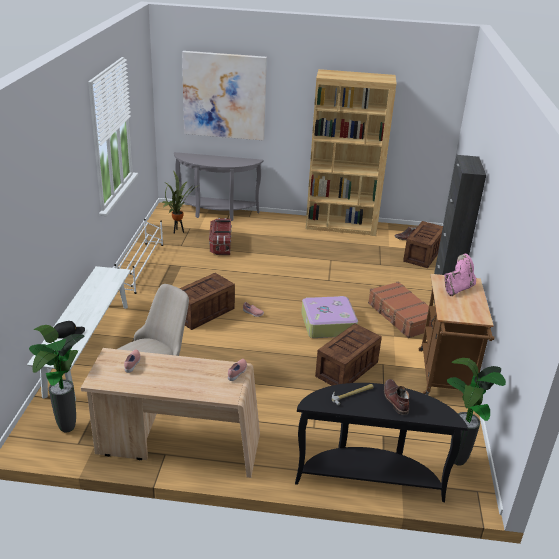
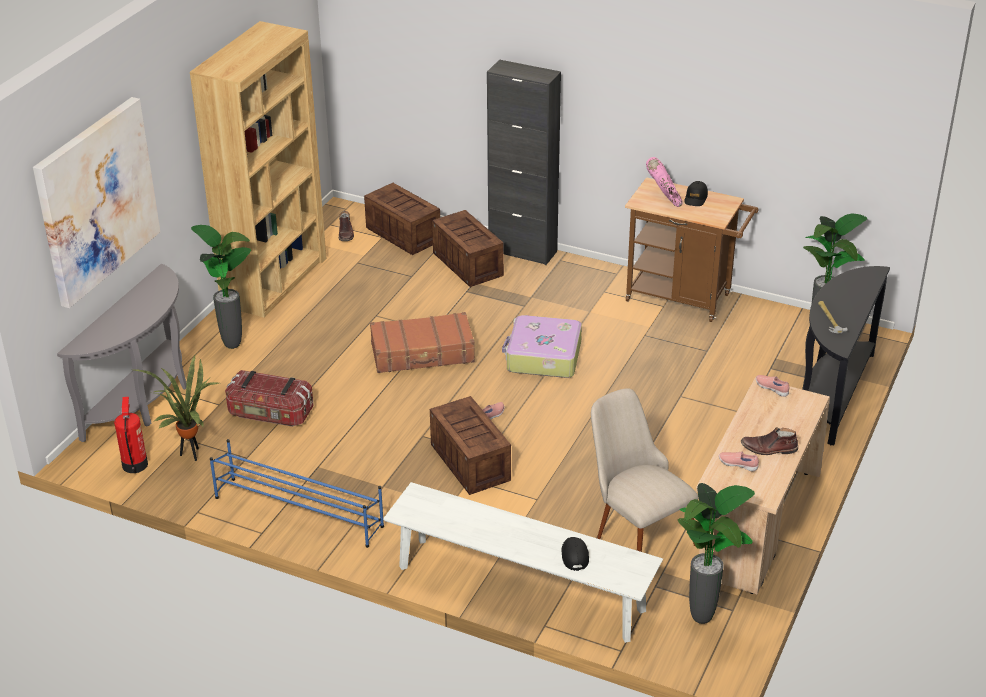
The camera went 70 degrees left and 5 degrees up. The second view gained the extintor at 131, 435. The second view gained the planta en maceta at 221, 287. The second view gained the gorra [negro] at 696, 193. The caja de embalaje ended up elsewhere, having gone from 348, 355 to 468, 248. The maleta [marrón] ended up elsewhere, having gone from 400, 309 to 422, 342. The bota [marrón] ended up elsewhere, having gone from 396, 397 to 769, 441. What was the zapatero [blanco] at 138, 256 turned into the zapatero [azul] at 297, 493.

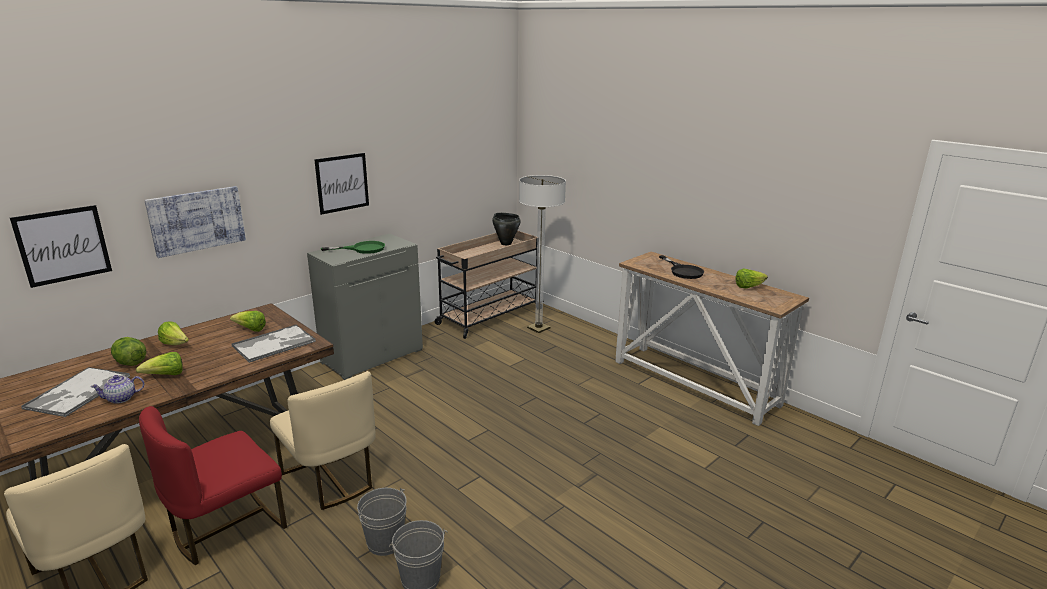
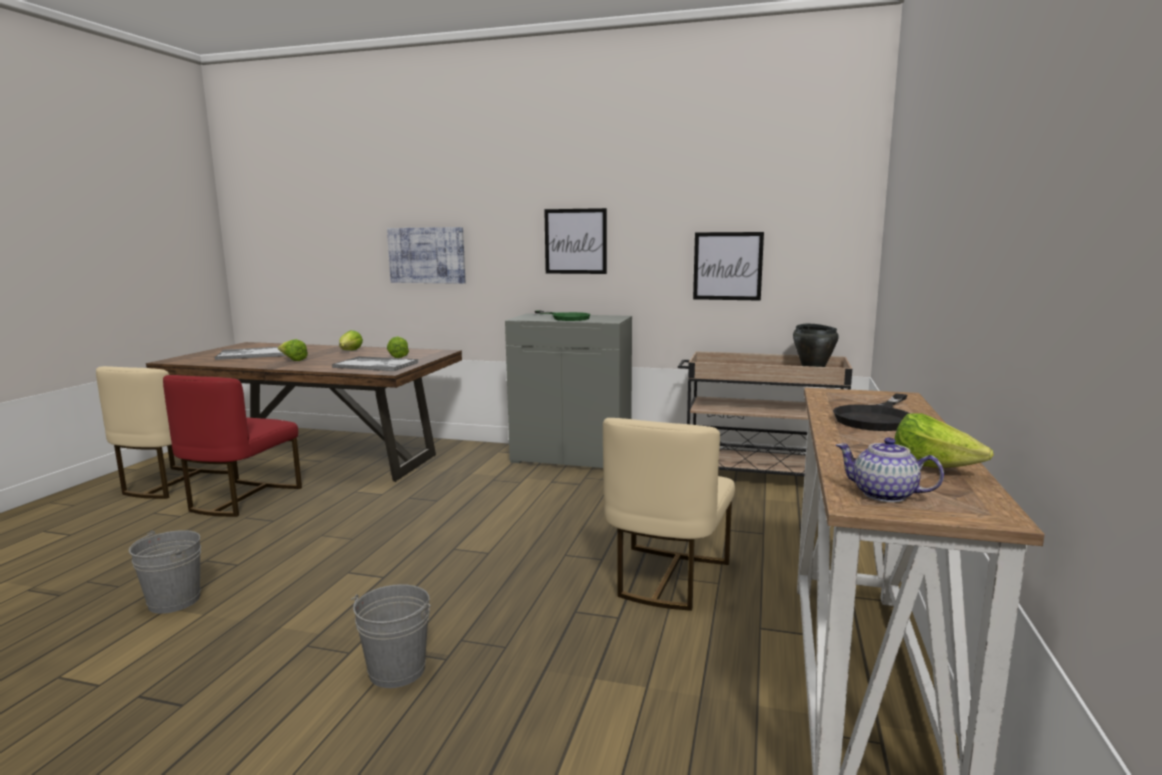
The camera went 60 degrees right and 10 degrees down. The second view lost the lechuga at 128, 351. The second view lost the lámpara de pie at 542, 254. The cuadro ended up elsewhere, having gone from 61, 246 to 728, 266. The tetera ended up elsewhere, having gone from 117, 389 to 890, 470. The silla [beis] ended up elsewhere, having gone from 323, 440 to 669, 514. The cubo [gris] ended up elsewhere, having gone from 382, 522 to 390, 636. The silla [rojo] at 213, 485 ended up facing another way, 90 degrees counterclockwise from before.

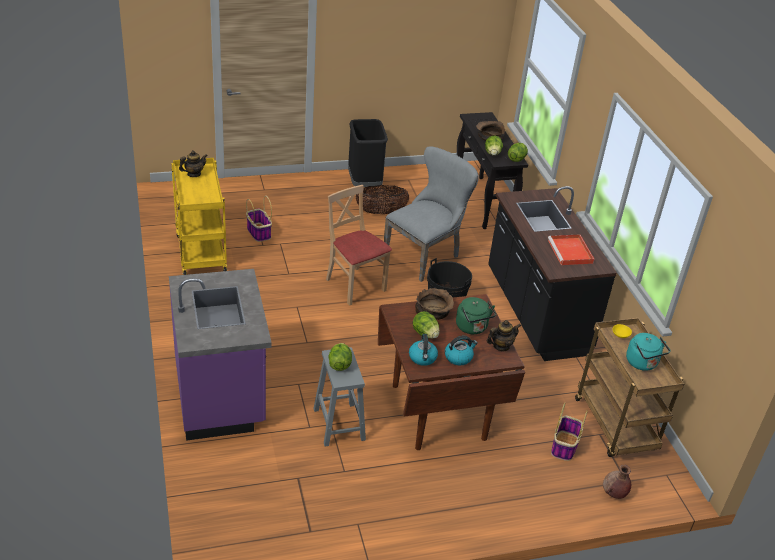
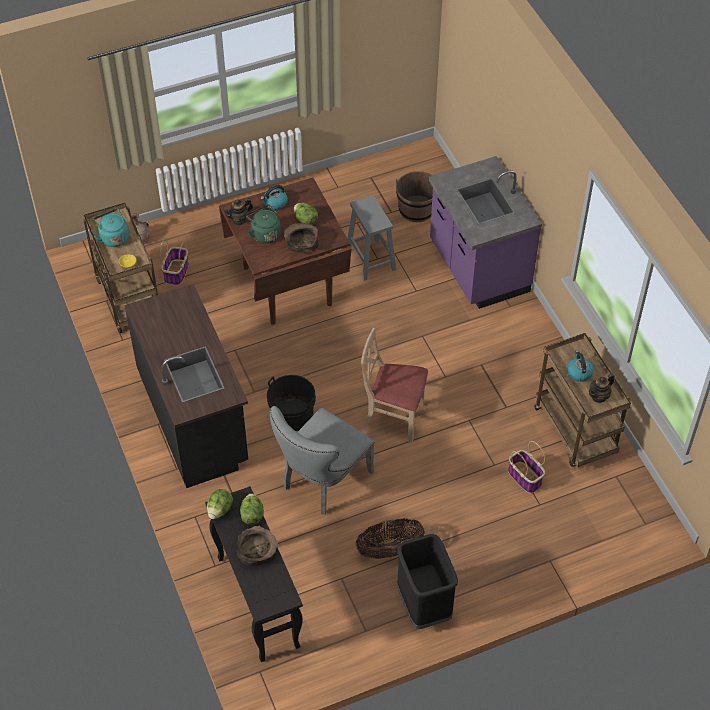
The camera went 175 degrees right and 15 degrees up. The second view lost the lechuga at 340, 357. The second view lost the bandeja [rojo] at 571, 249. The second view gained the cubo [marrón] at 414, 196. The hervidor ended up elsewhere, having gone from 423, 350 to 580, 366. What was the carrito [amarillo] at 199, 216 turned into the carrito [marrón] at 582, 400. The silla [beis] at 359, 245 ended up facing another way, 150 degrees clockwise from before.

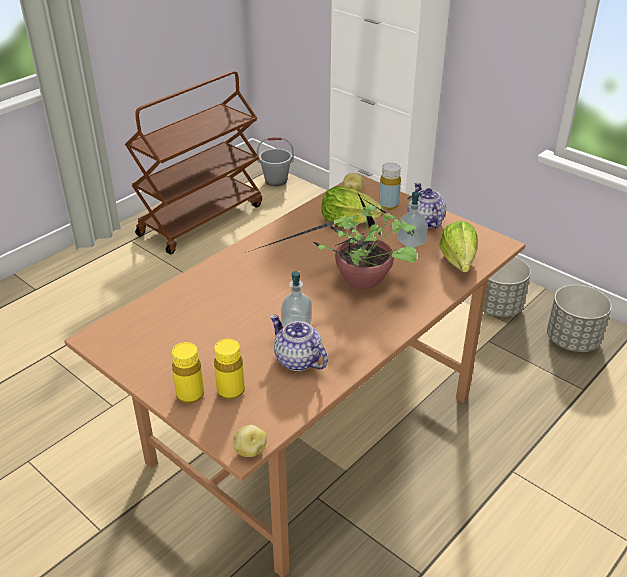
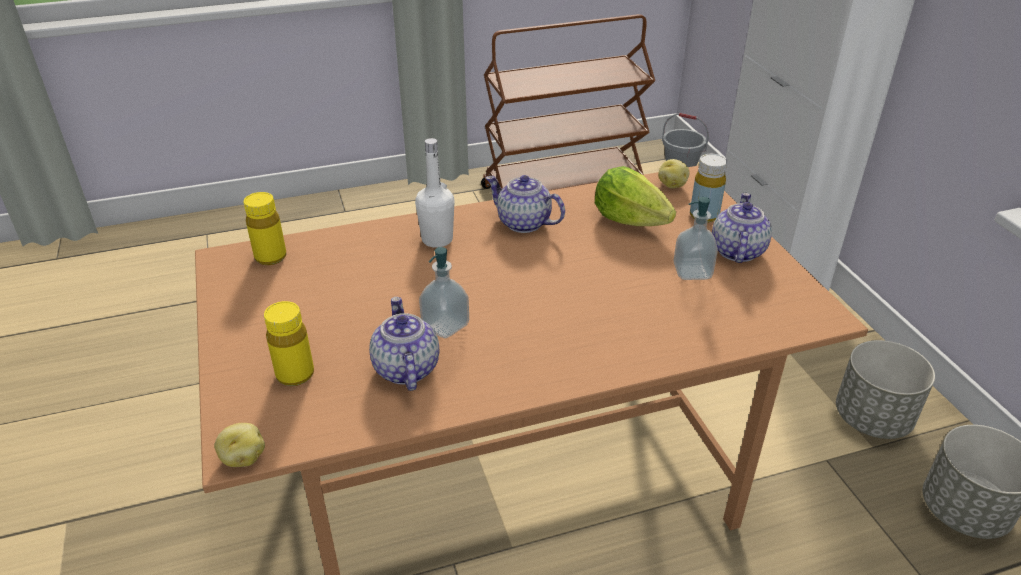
The camera went 30 degrees right and 0 degrees up. The second view lost the planta en maceta at 331, 241. The second view lost the lechuga at 459, 246. The second view gained the botella [blanco] at 435, 193. The second view gained the tetera at 525, 204. The botella [amarillo] ended up elsewhere, having gone from 188, 373 to 265, 228.

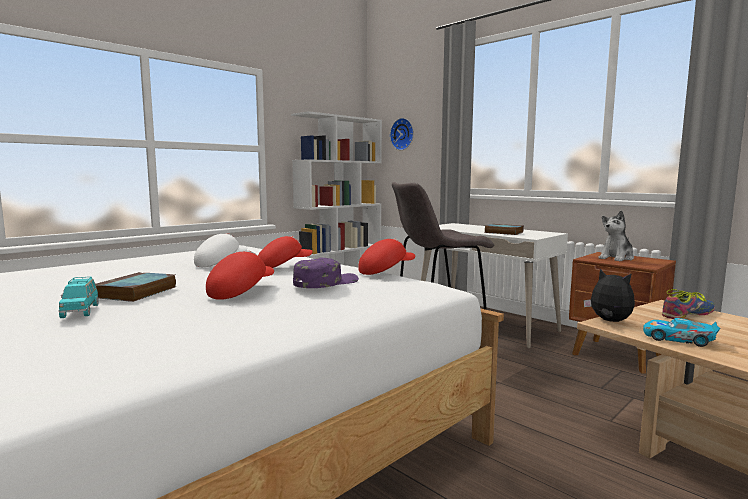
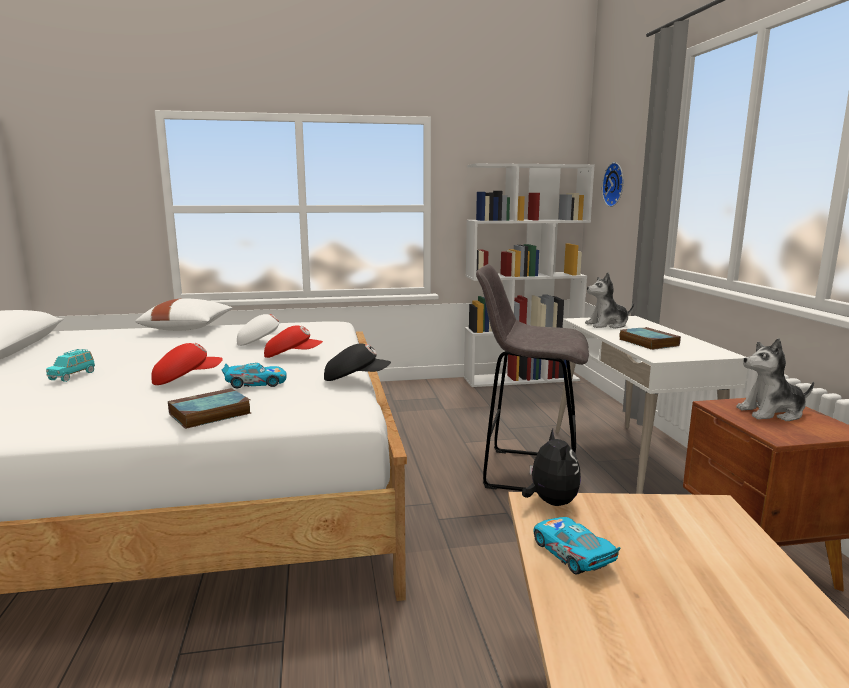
The camera went 35 degrees right and 5 degrees up. The second view lost the zapato at 688, 304. The second view gained the cojín [blanco] at 183, 314. The second view gained the peluche at 609, 301. The libro ended up elsewhere, having gone from 135, 287 to 209, 408. Where the gorra [morado] stood at 326, 273, the coche de juguete came to stand at 254, 375. What was the gorra [rojo] at 386, 256 turned into the gorra [negro] at 357, 362.

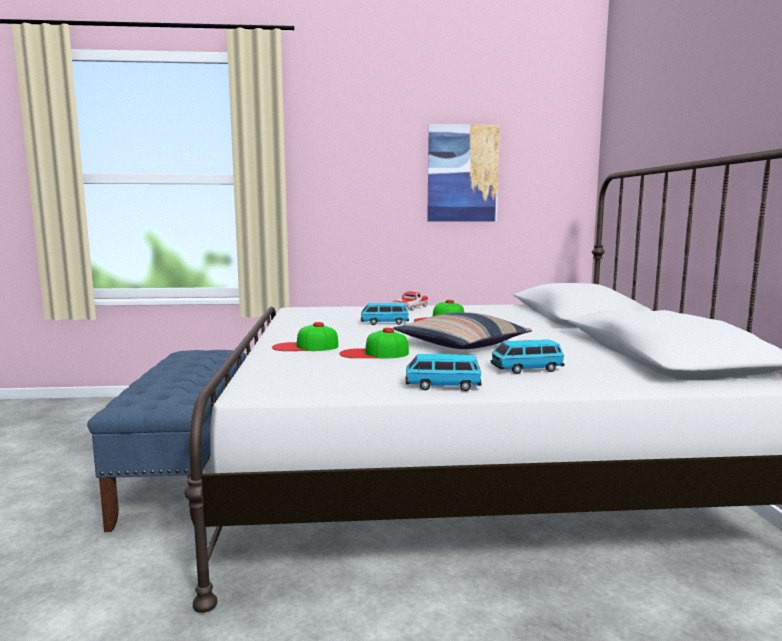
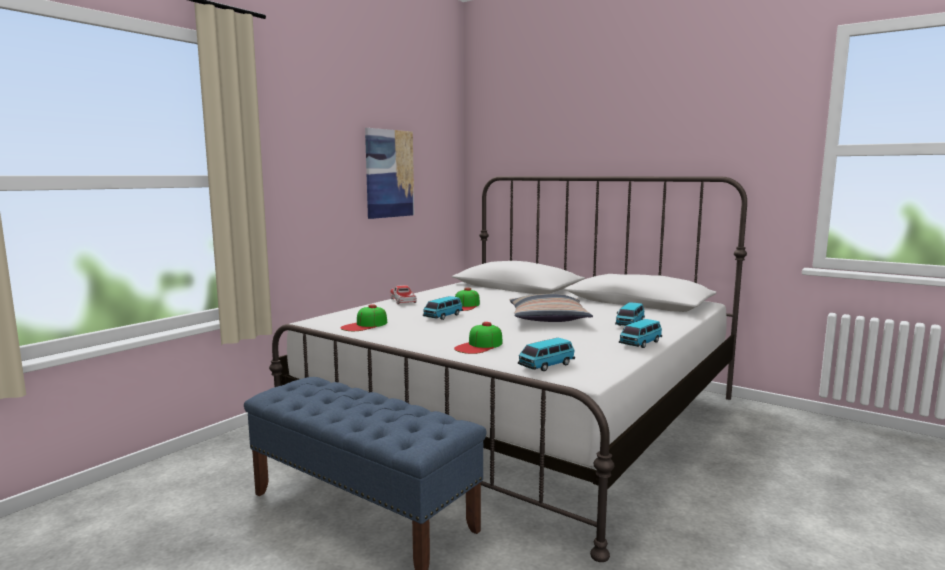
The camera went 50 degrees left and 0 degrees up. The second view gained the coche de juguete at 546, 354. The gorra ended up elsewhere, having gone from 374, 343 to 364, 317.

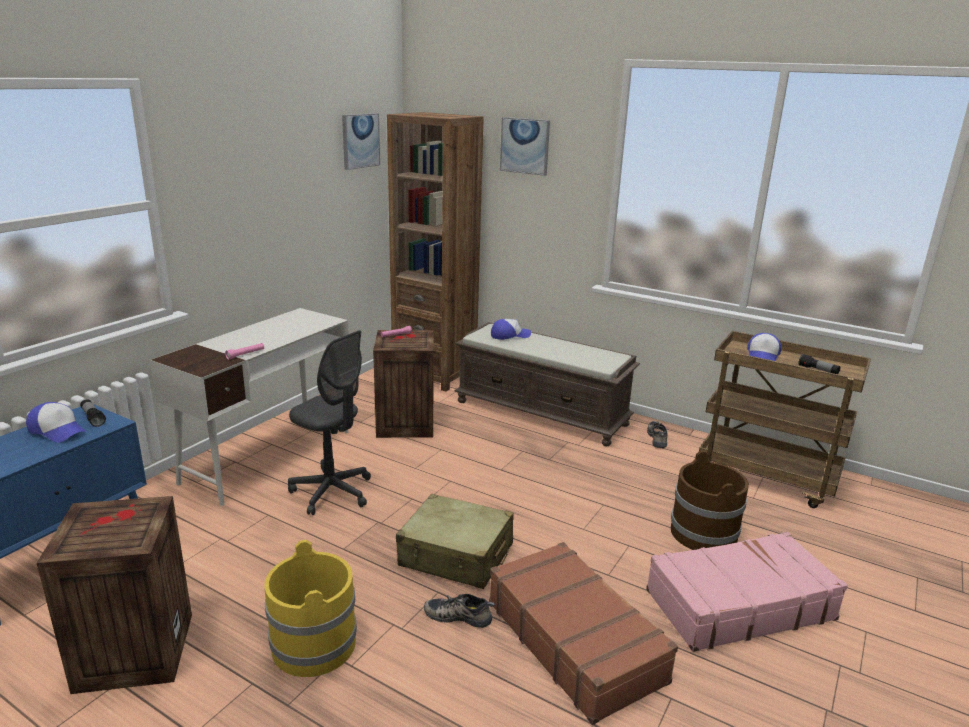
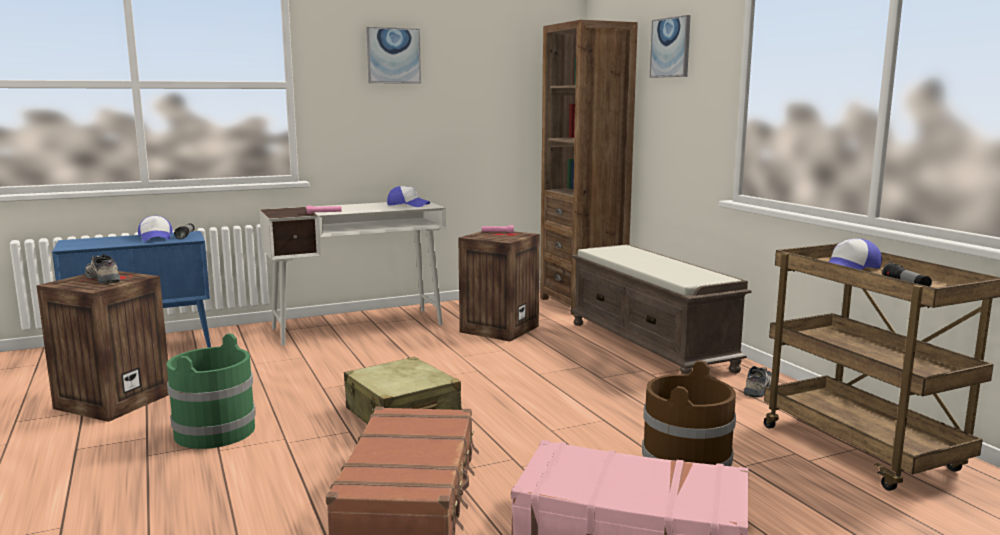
The camera went 35 degrees right and 10 degrees down. The second view lost the silla de oficina [gris] at 329, 422. The cuadro ended up elsewhere, having gone from 361, 141 to 393, 55. The zapato ended up elsewhere, having gone from 459, 611 to 102, 269. The gorra ended up elsewhere, having gone from 511, 329 to 408, 196. What was the cubo [amarillo] at 310, 608 turned into the cubo [verde] at 211, 391.

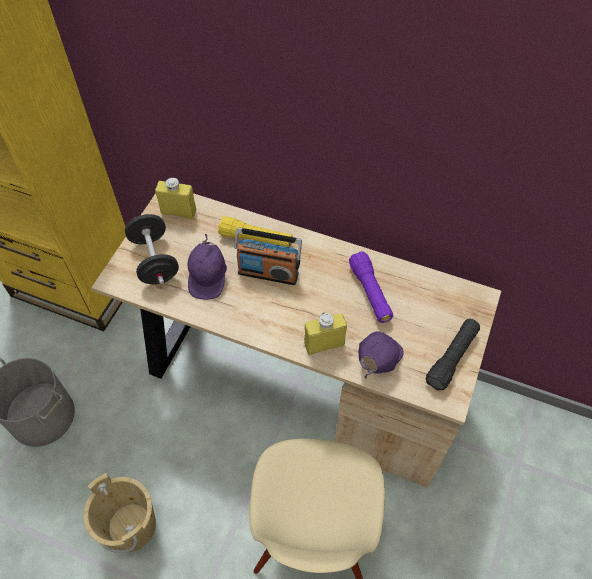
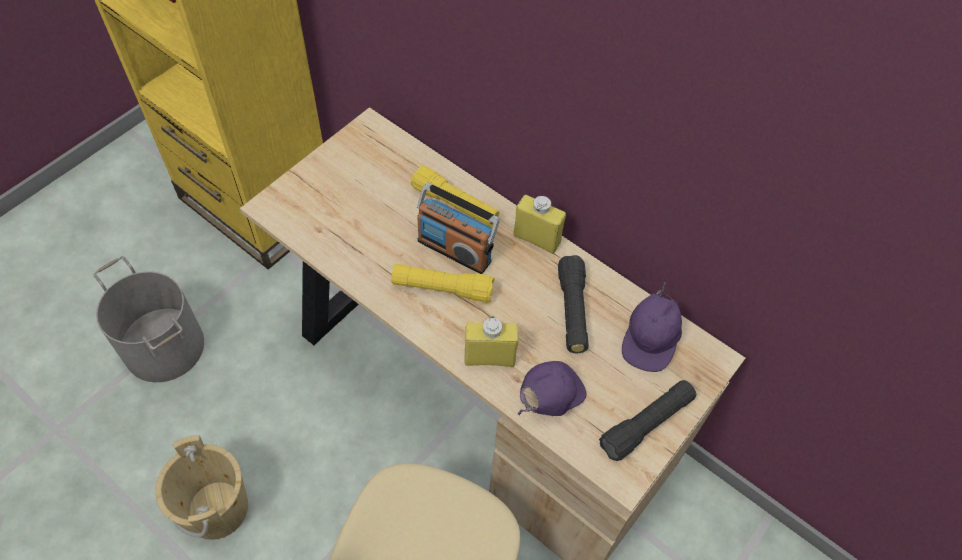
The camera went 15 degrees right and 0 degrees up. The second view lost the mancuerna [negro] at 152, 249. The second view gained the linterna [amarillo] at 443, 283. The botella [amarillo] ended up elsewhere, having gone from 175, 198 to 539, 224. The gorra [morado] ended up elsewhere, having gone from 207, 267 to 652, 327. What was the linterna [morado] at 371, 287 turned into the linterna [negro] at 573, 304.

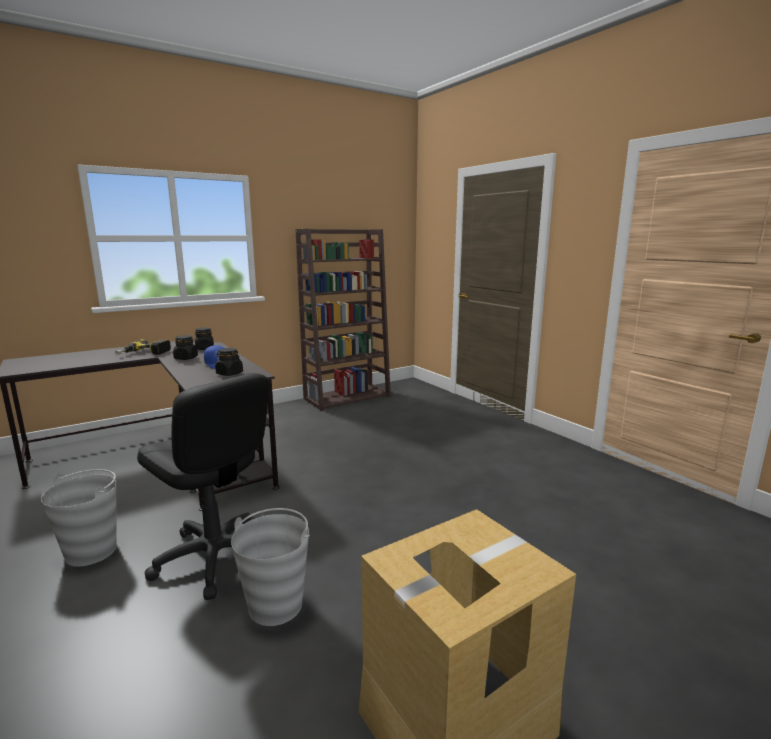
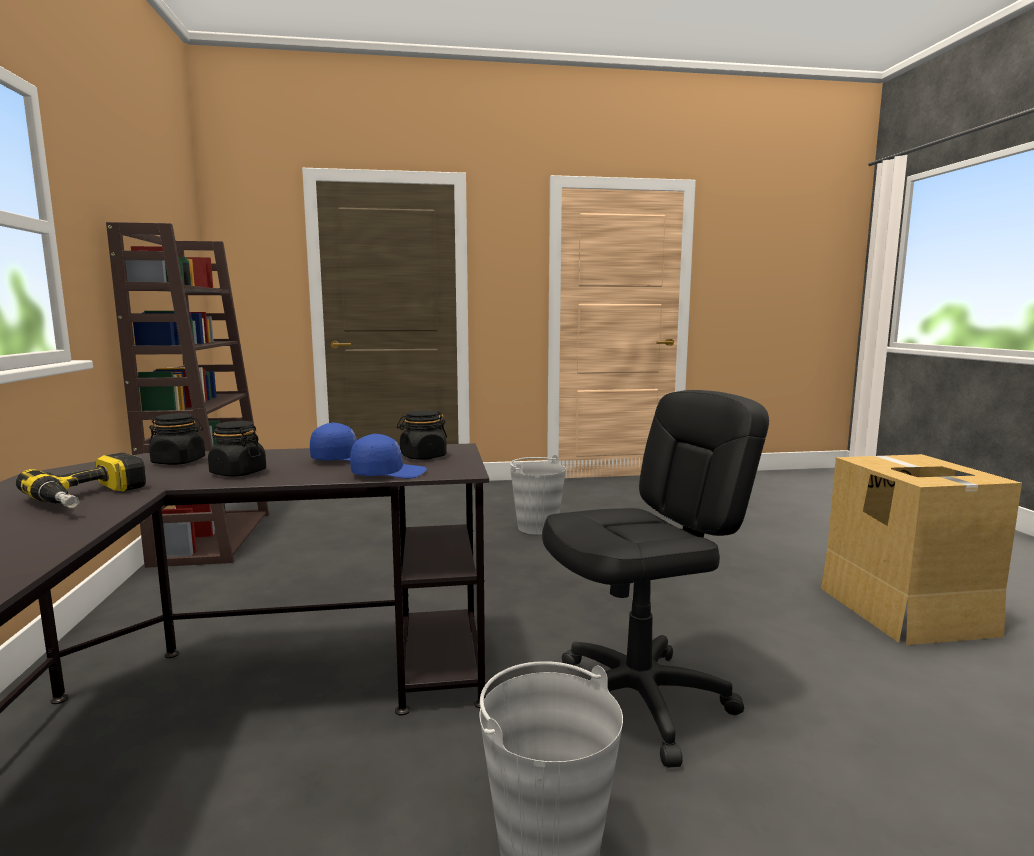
The camera went 65 degrees left and 5 degrees down. The second view gained the gorra [azul] at 388, 456. The cubo [gris] ended up elsewhere, having gone from 270, 567 to 538, 495.

